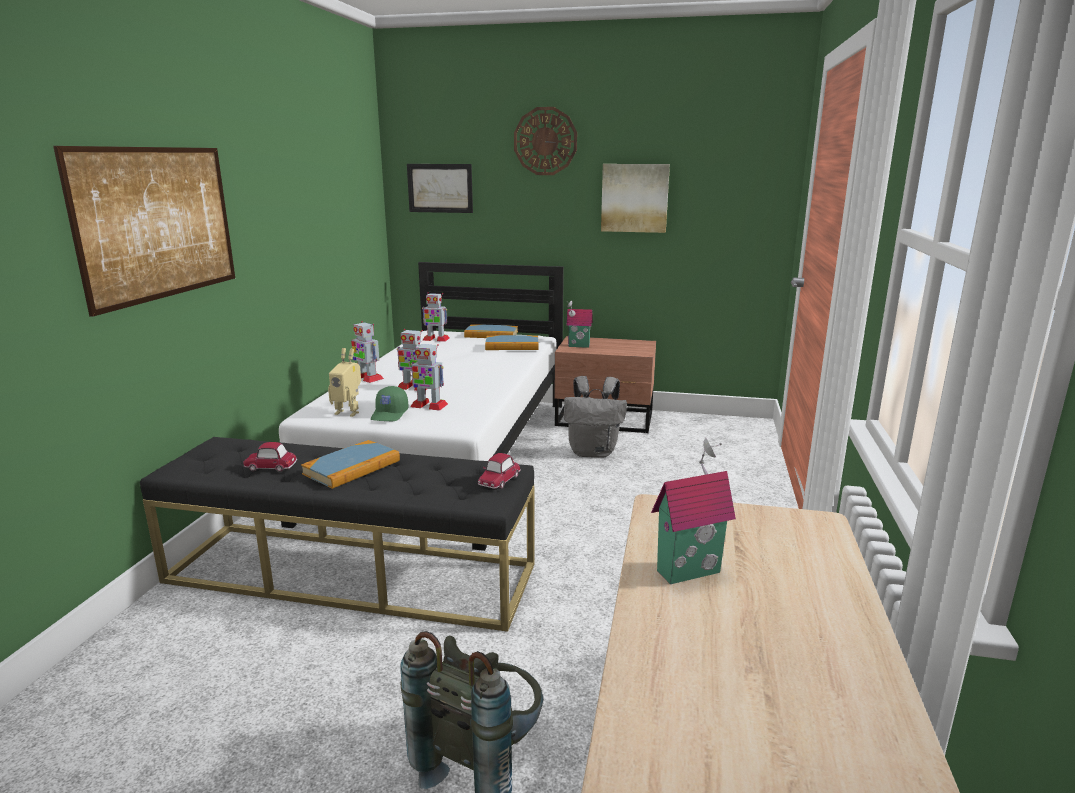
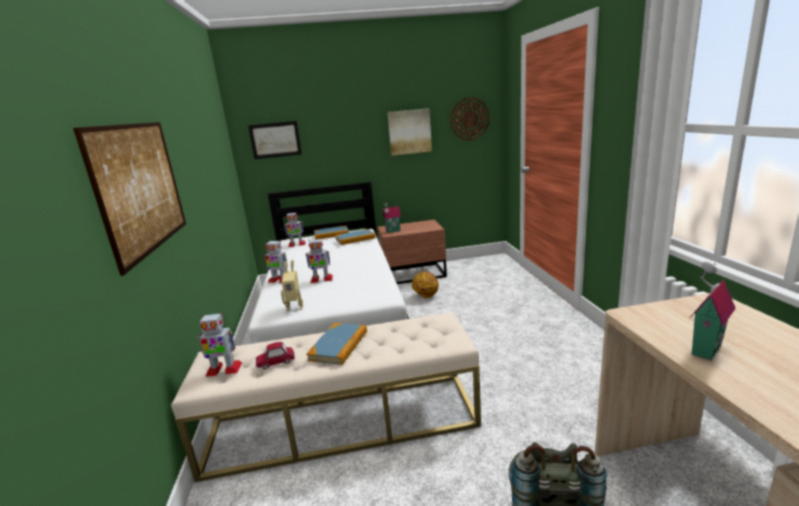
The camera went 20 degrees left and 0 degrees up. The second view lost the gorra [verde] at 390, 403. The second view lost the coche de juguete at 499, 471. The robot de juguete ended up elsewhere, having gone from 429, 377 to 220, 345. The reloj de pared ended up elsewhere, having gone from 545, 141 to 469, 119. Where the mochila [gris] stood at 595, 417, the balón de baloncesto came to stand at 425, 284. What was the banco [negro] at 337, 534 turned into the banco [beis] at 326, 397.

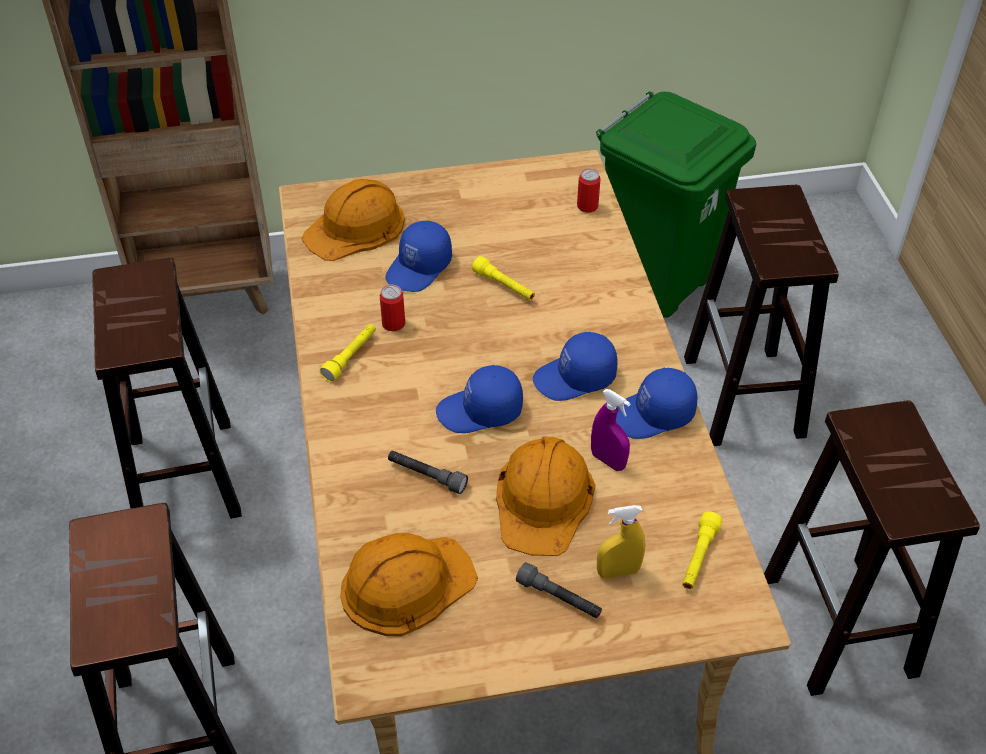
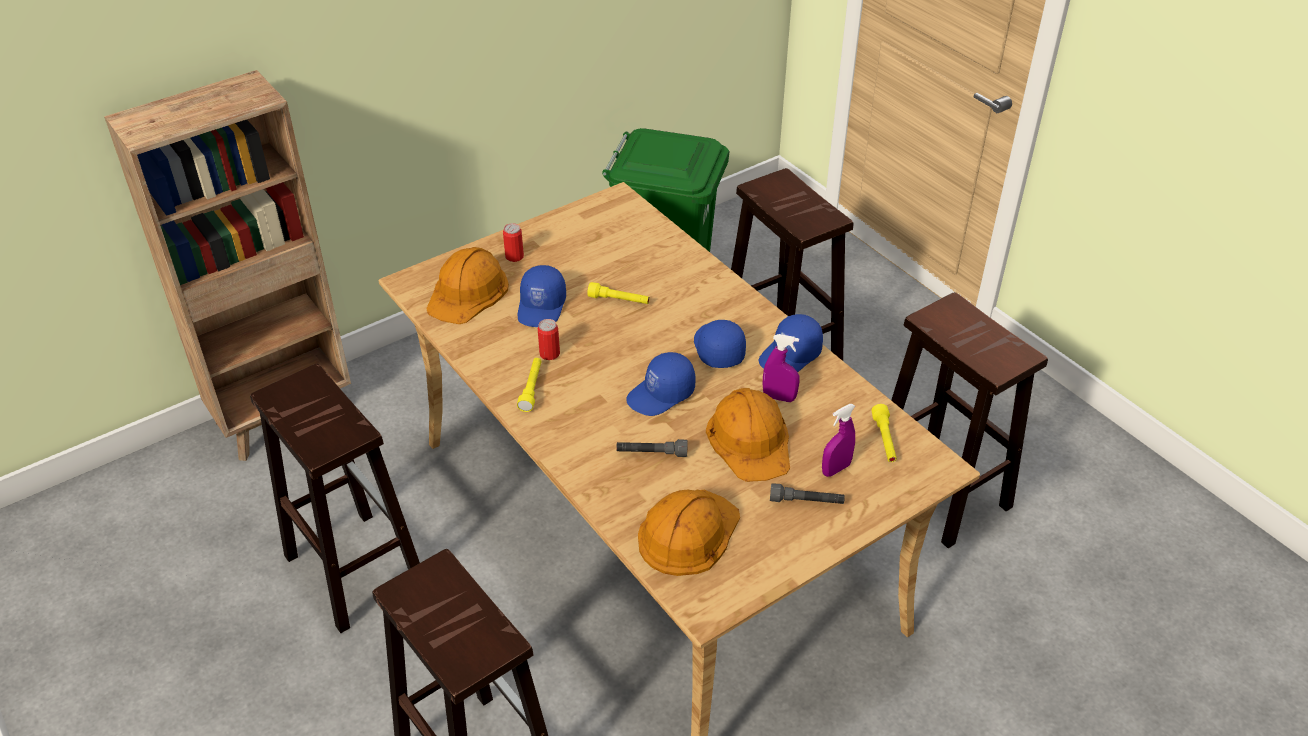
The camera went 25 degrees left and 5 degrees down. The lata ended up elsewhere, having gone from 588, 190 to 513, 242. What was the pulverizador [amarillo] at 621, 542 turned into the pulverizador [morado] at 838, 440. The gorra [azul] at 575, 366 ended up facing another way, 120 degrees clockwise from before.

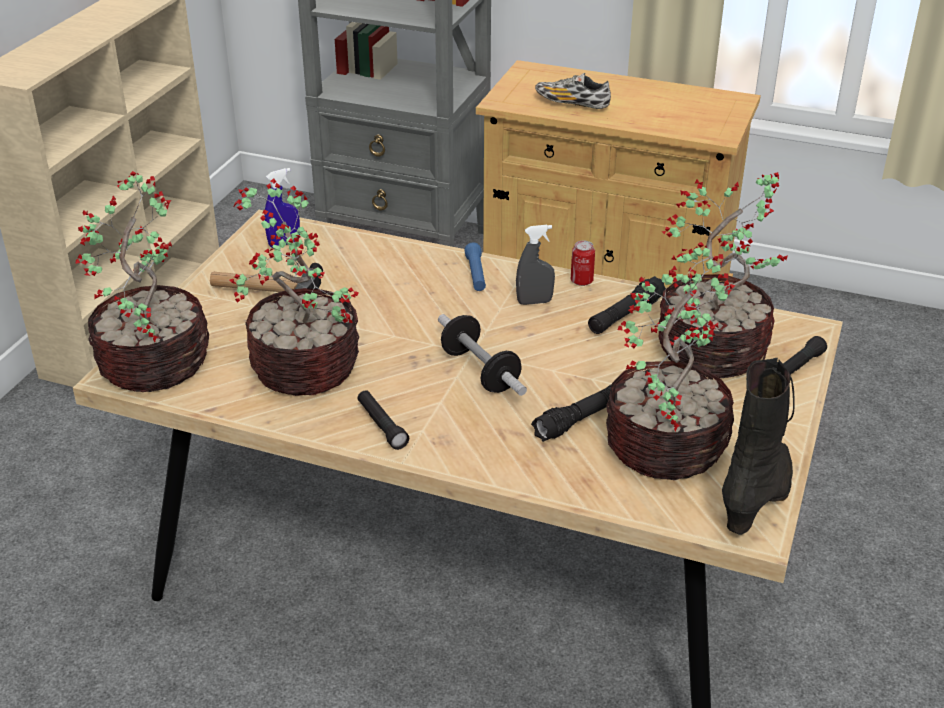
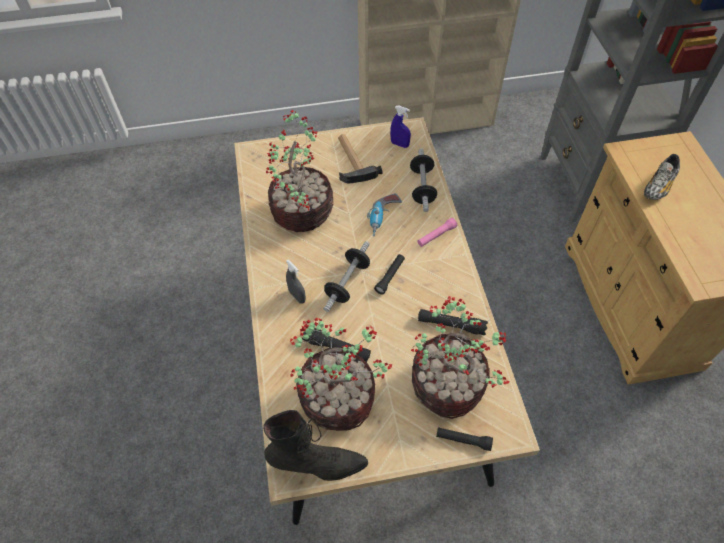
The camera went 60 degrees right and 20 degrees up. The second view lost the planta en maceta at 142, 281. The second view lost the lata at 583, 263. The second view gained the taladro at 384, 214. The second view gained the mancuerna at 423, 180. The linterna [negro] ended up elsewhere, having gone from 383, 420 to 389, 274. The pulverizador [gris] ended up elsewhere, having gone from 535, 265 to 296, 282. What was the linterna [azul] at 475, 266 turned into the linterna [rosa] at 437, 232. The zapato at 573, 91 ended up facing another way, 135 degrees counterclockwise from before.

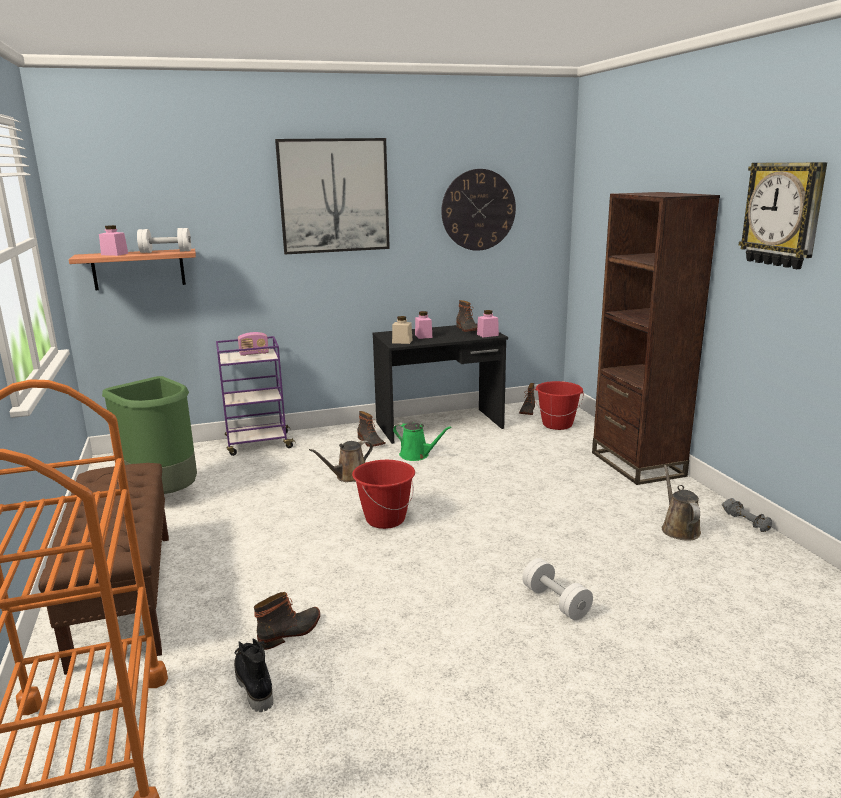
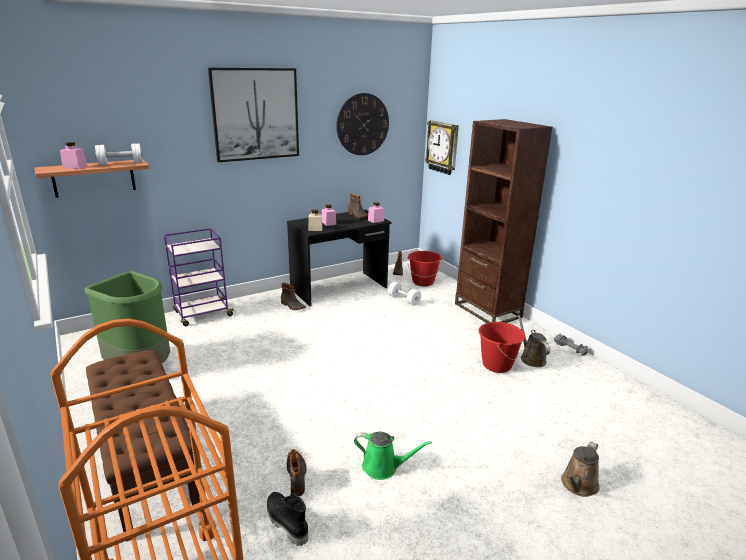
The camera went 15 degrees left and 5 degrees up. The second view lost the radio at 253, 344. The regadera [marrón] ended up elsewhere, having gone from 341, 461 to 580, 469. The cubo [rojo] ended up elsewhere, having gone from 383, 494 to 502, 347. The regadera [verde] ended up elsewhere, having gone from 422, 441 to 393, 456. The mancuerna [blanco] ended up elsewhere, having gone from 558, 589 to 404, 294. The reloj de pared ended up elsewhere, having gone from 783, 215 to 442, 147. The bota at 287, 621 ended up facing another way, 45 degrees counterclockwise from before.

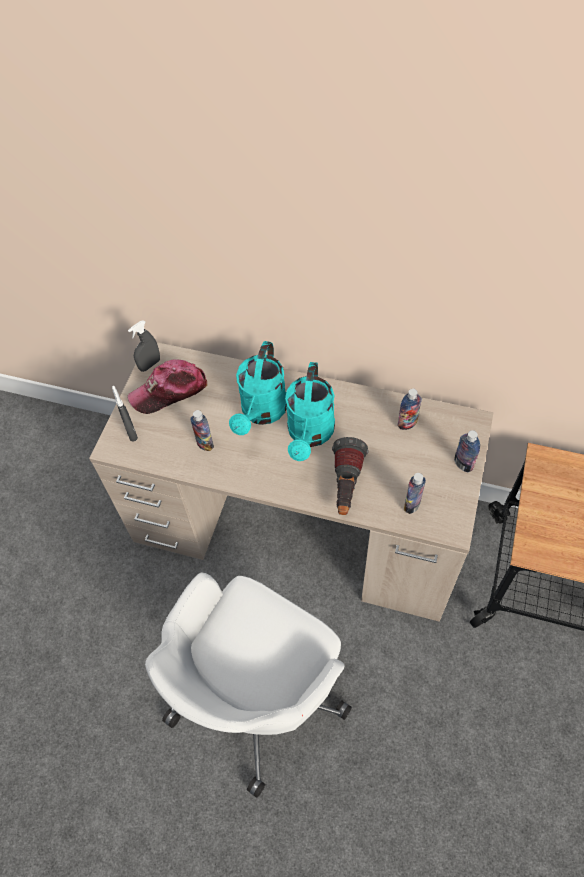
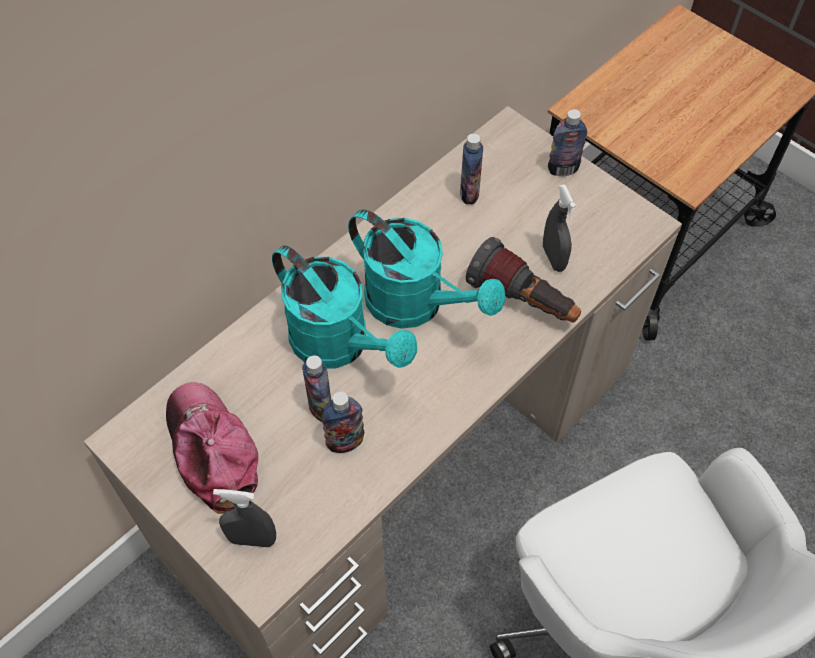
The camera went 65 degrees left and 0 degrees up. The pulverizador [gris] ended up elsewhere, having gone from 144, 346 to 559, 228. The botella ended up elsewhere, having gone from 415, 493 to 316, 389. The gorra at 167, 386 ended up facing another way, 150 degrees clockwise from before.

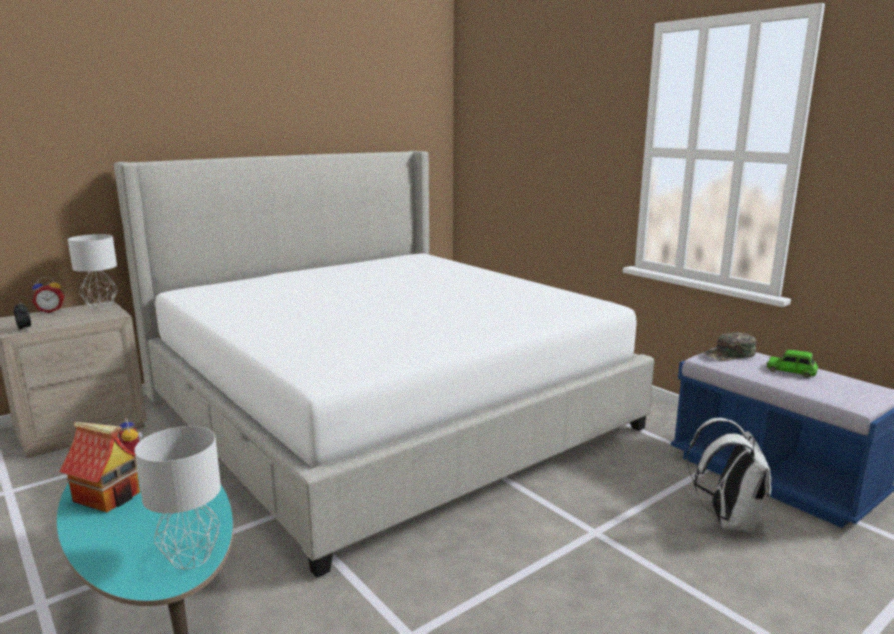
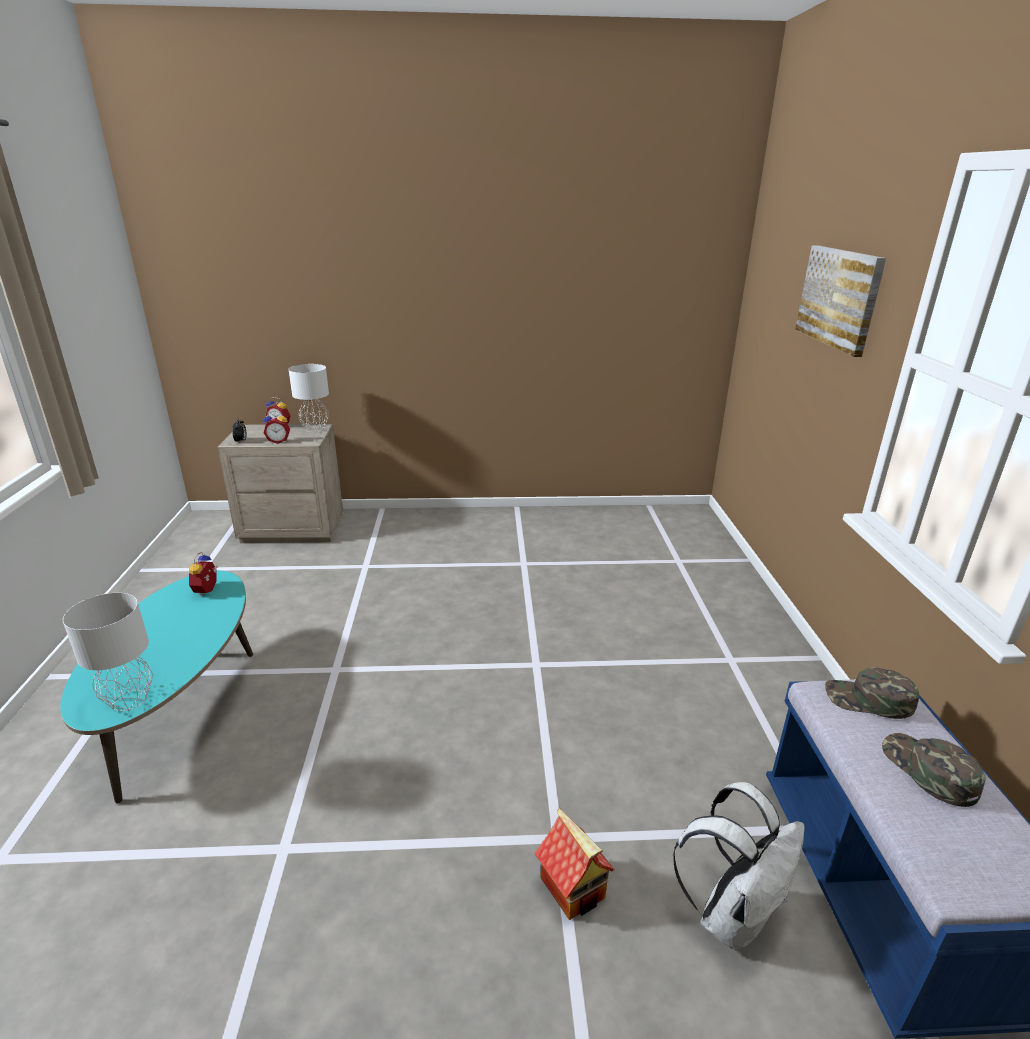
The camera went 35 degrees right and 10 degrees up. The second view lost the cama at 384, 364. The second view gained the despertador at 276, 427. The second view gained the cuadro at 840, 301. The casita ended up elsewhere, having gone from 99, 467 to 574, 864. Where the coche de juguete [verde] stood at 792, 364, the gorra [verde] came to stand at 934, 770.

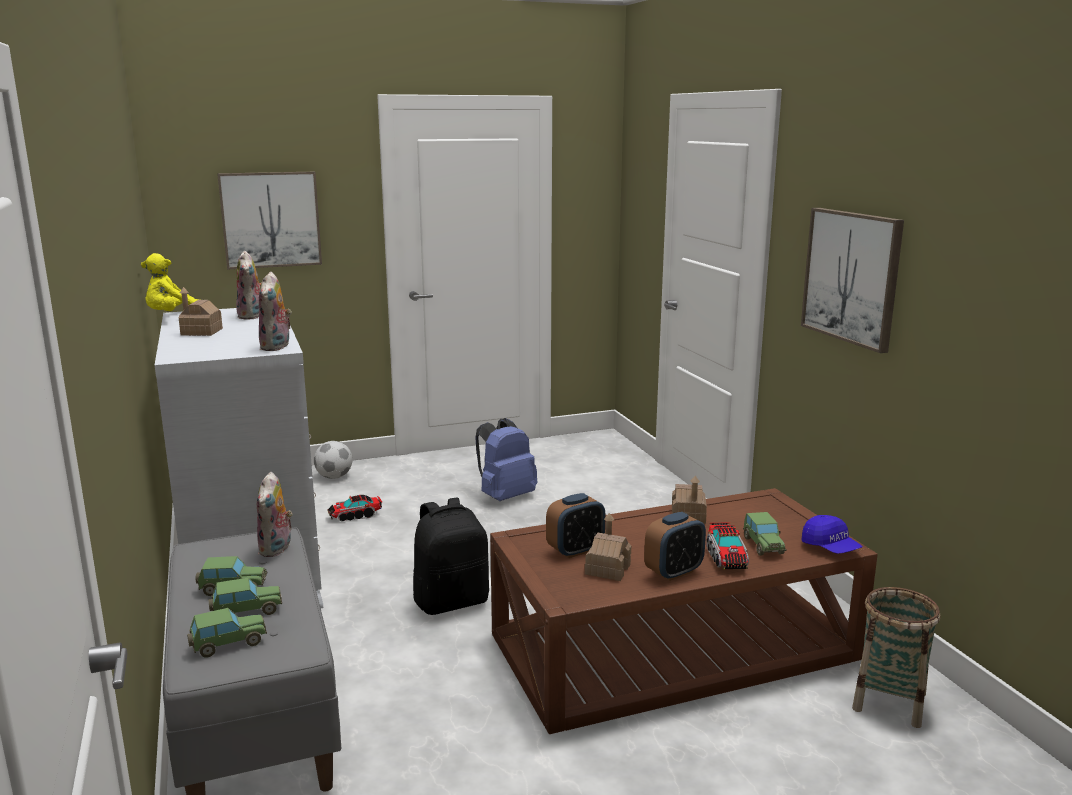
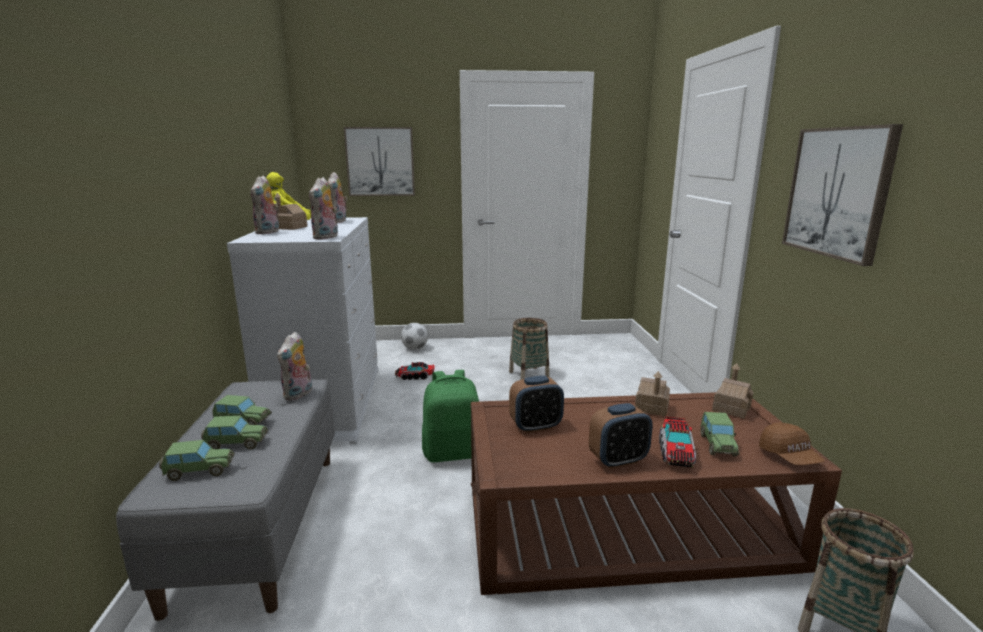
The camera went 15 degrees right and 0 degrees up. The second view gained the peluche at 265, 205. The casita ended up elsewhere, having gone from 608, 547 to 732, 391. Where the mochila [azul] stood at 506, 459, the cesta came to stand at 529, 349. What was the mochila [negro] at 451, 556 turned into the mochila [verde] at 450, 416. What was the gorra [azul] at 832, 534 turned into the gorra [marrón] at 792, 443.

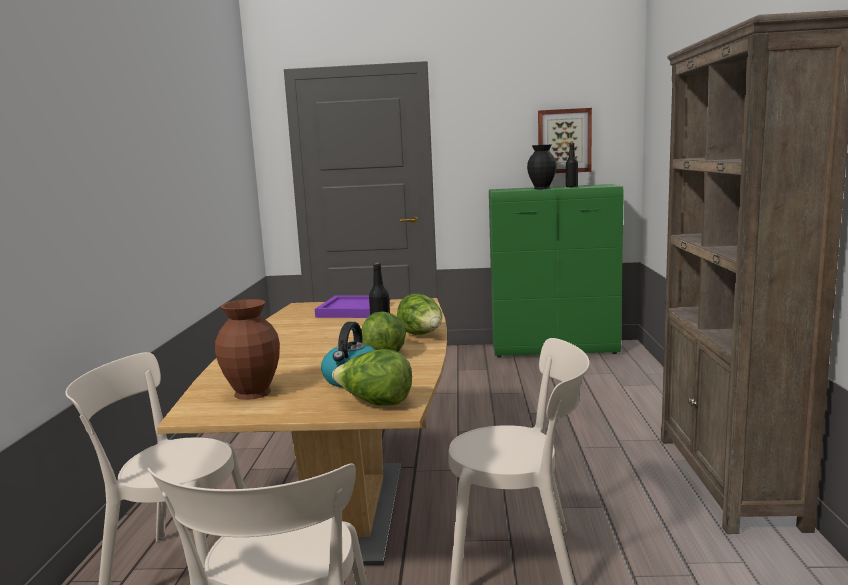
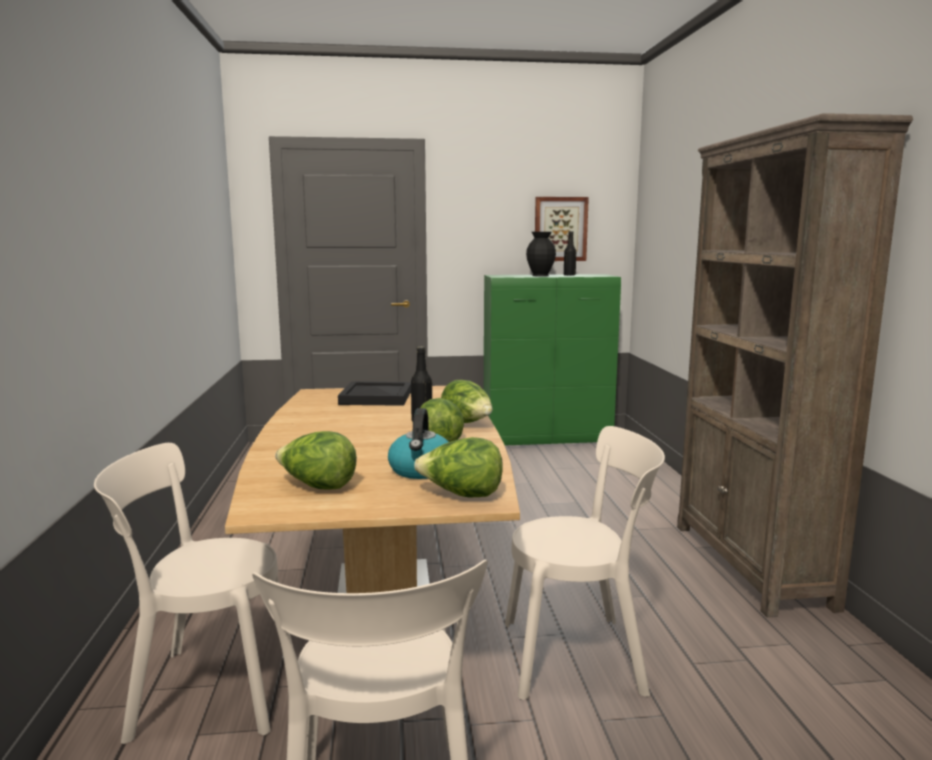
The camera went 10 degrees left and 0 degrees up. Where the florero [marrón] stood at 247, 349, the lechuga came to stand at 316, 460. What was the bandeja [morado] at 352, 307 turned into the bandeja [negro] at 374, 394.

